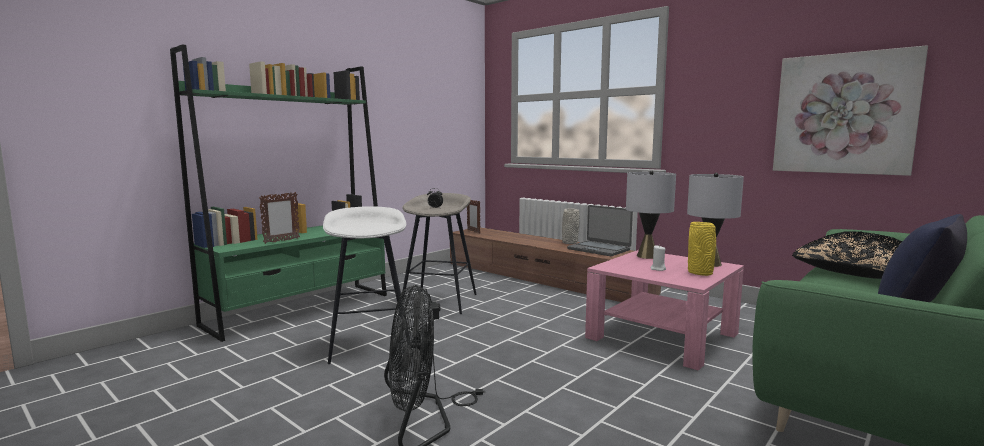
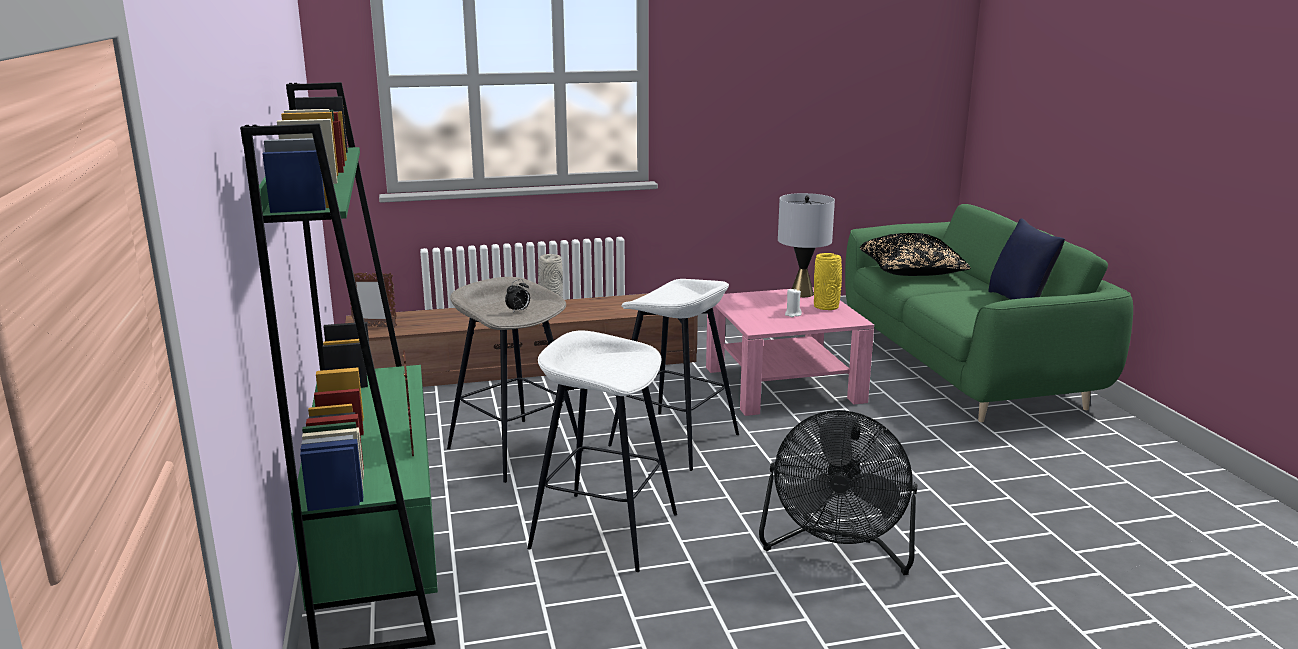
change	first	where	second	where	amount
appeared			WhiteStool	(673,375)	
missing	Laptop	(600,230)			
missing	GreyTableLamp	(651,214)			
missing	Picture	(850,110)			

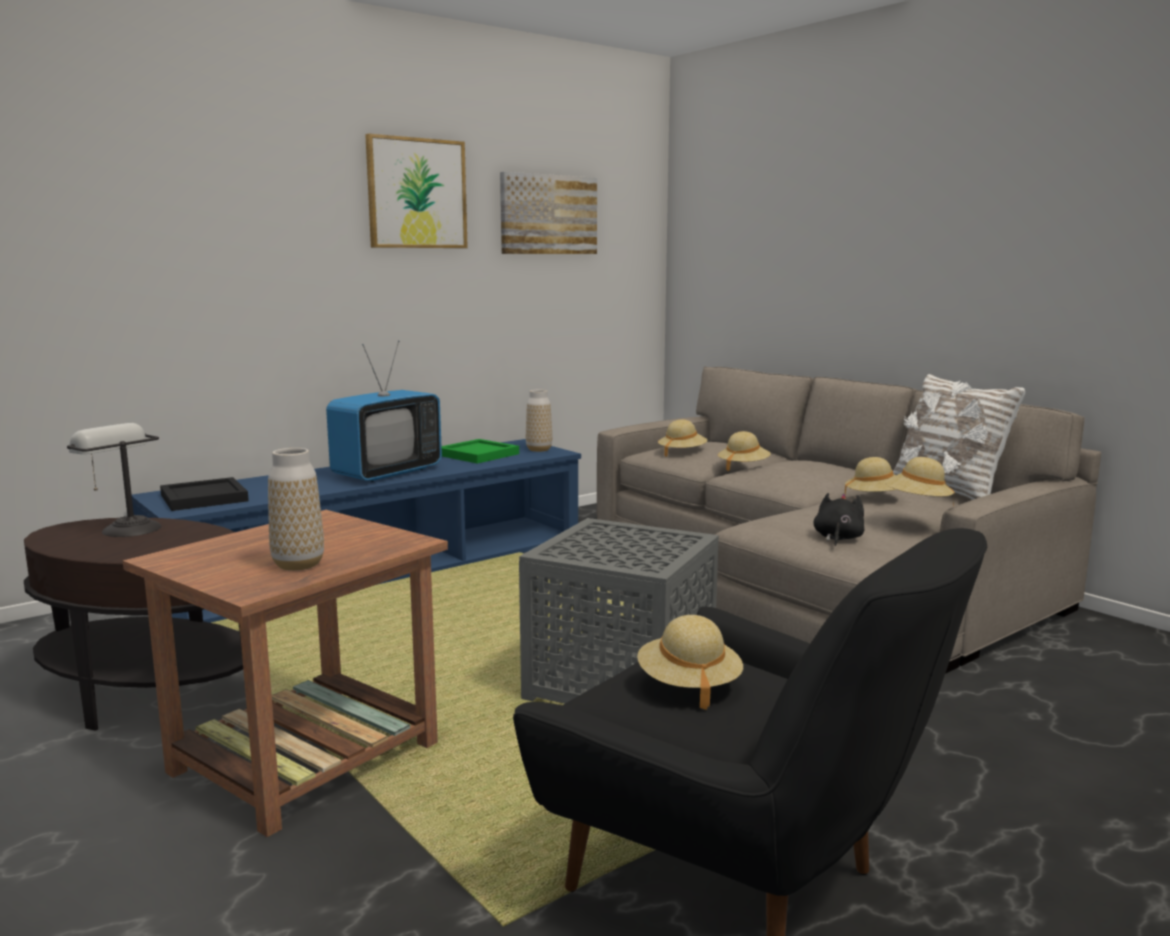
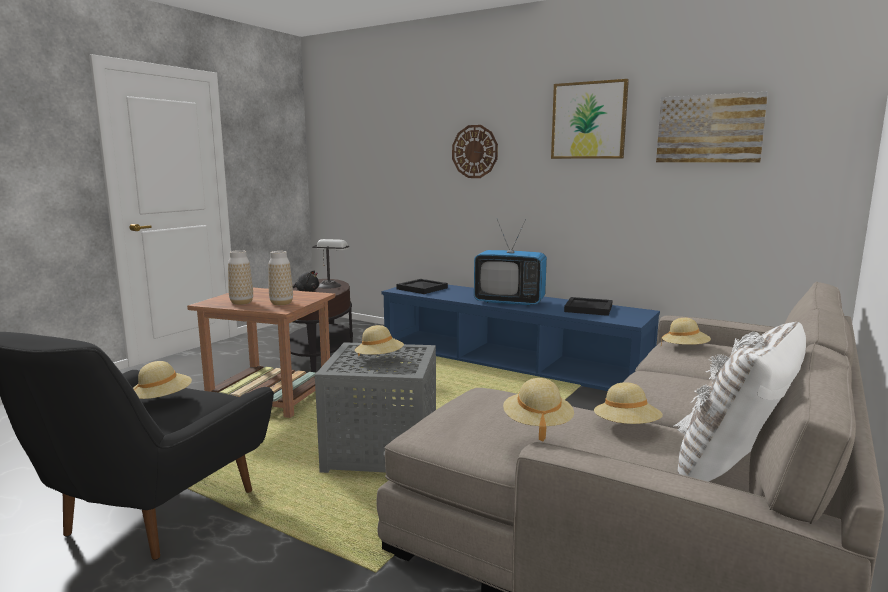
change	first	where	second	where	amount
relocated	Vase	(539,421)		(280,278)	
relocated	BlackPlushToy	(838,519)		(306,281)	
relocated	BeigeHat	(744,451)		(379,340)	
appeared			WallClock	(475,151)	
colour	GreenTray	(480,451)	BlackTray	(588,306)	

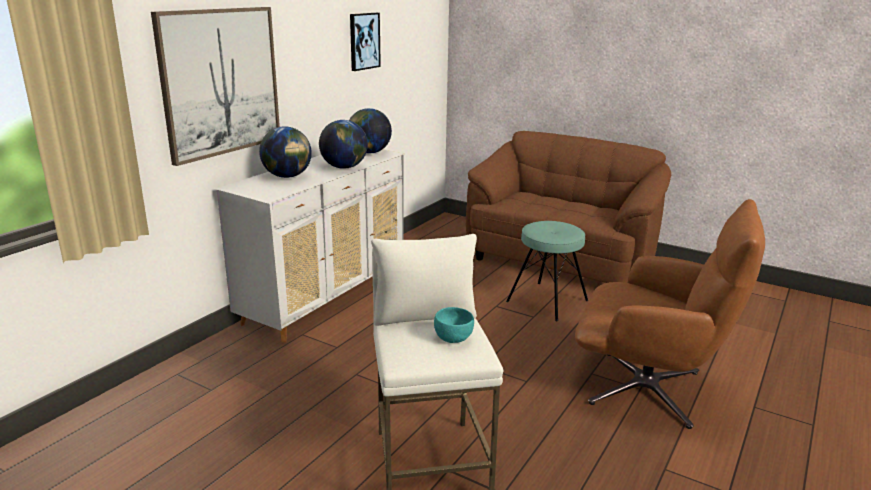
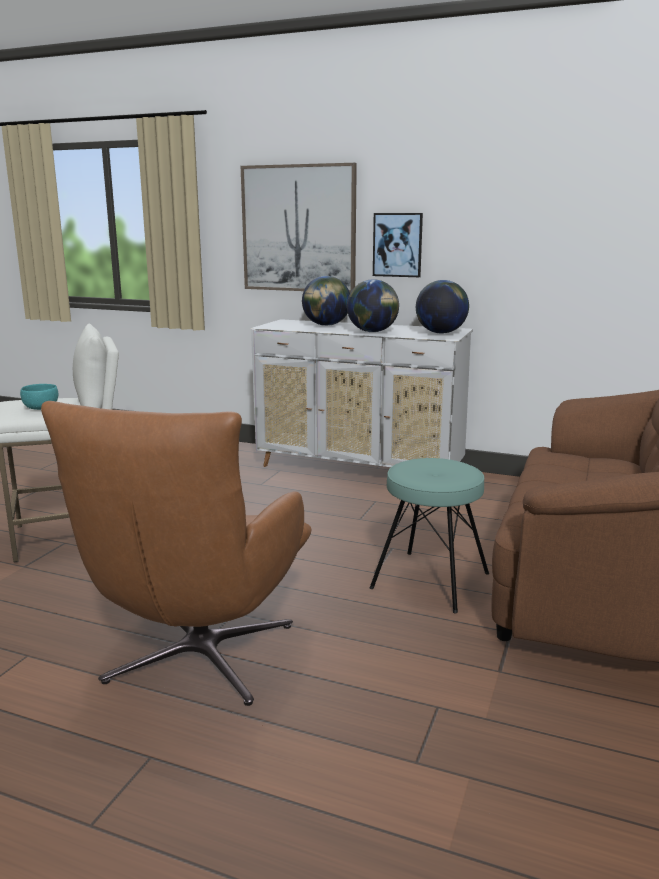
change	first	where	second	where	amount
relocated	Picture	(365,42)		(398,245)	

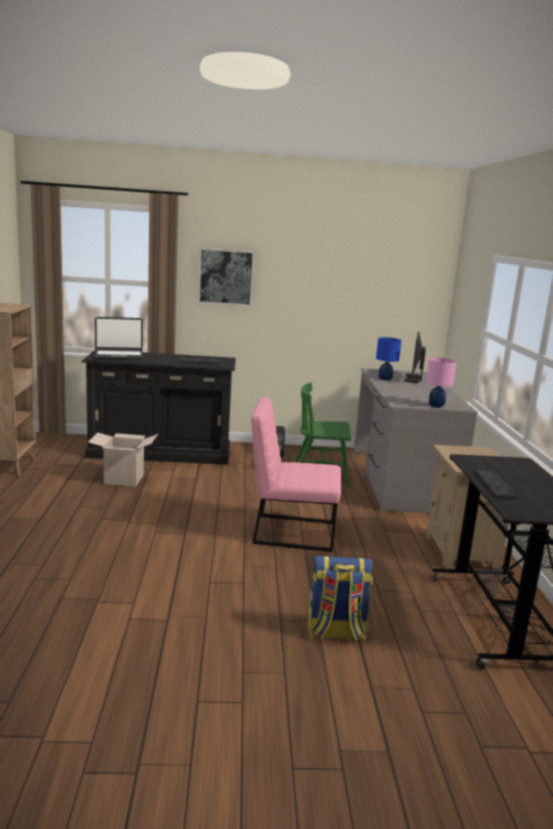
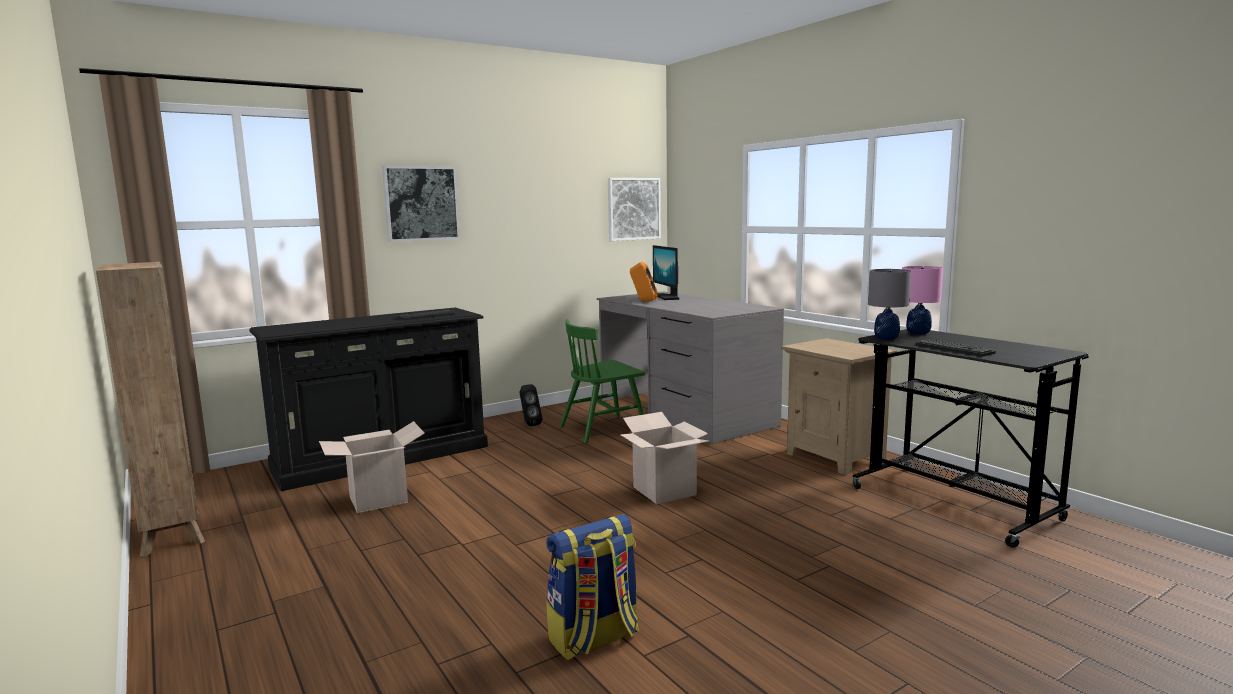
change	first	where	second	where	amount
relocated	Backpack	(340,598)		(592,587)	
appeared			Picture	(634,209)	
exchanged	PinkChair	(296,474)	CardboardBox	(664,458)	
exchanged	BlueTableLamp	(389,358)	OrangeSpeaker	(644,282)	
appeared			GreyTableLamp	(889,304)	
relocated	PinkTableLamp	(441,382)		(922,300)	
missing	Laptop	(119,338)			

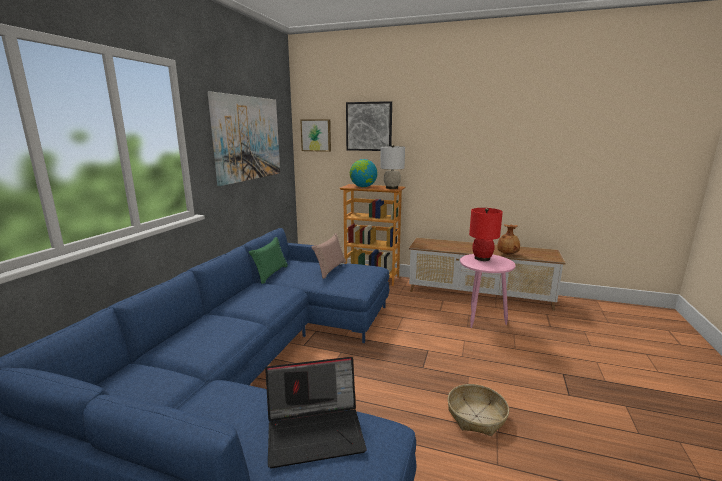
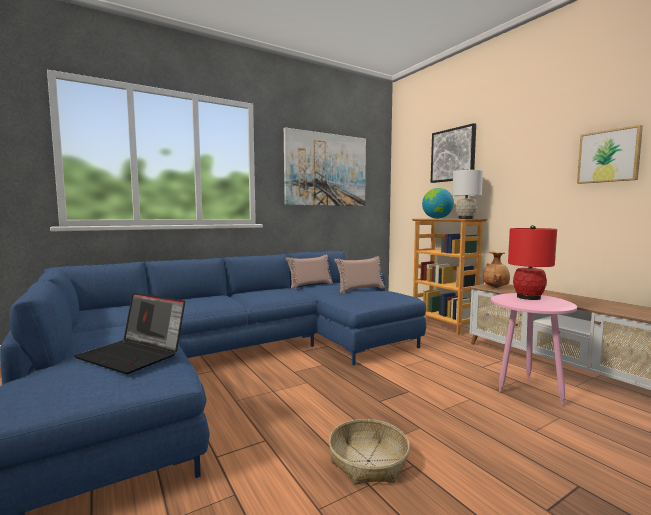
change	first	where	second	where	amount
colour	GreenPillow	(268,260)	BeigePillow	(309,272)	
relocated	BrownVase	(508,239)		(496,269)	
relocated	Picture	(315,135)		(610,154)	

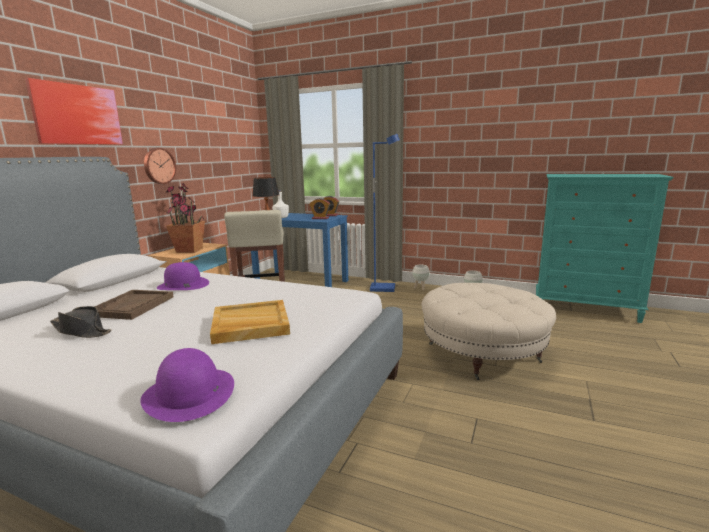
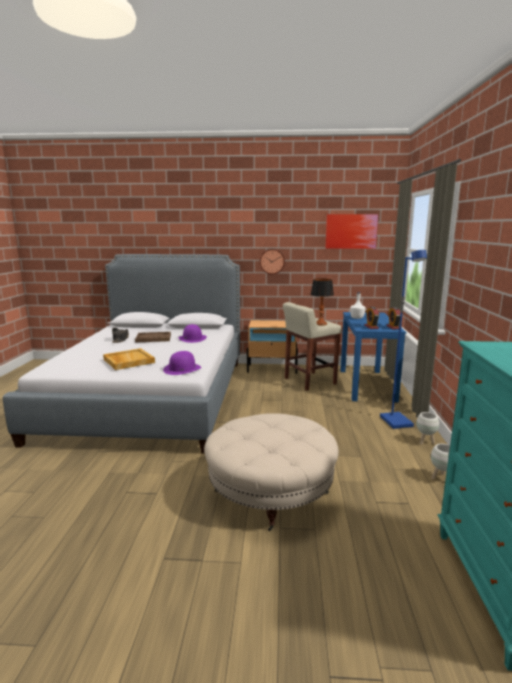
change	first	where	second	where	amount
relocated	PurpleHat	(187,385)		(182,363)	
relocated	Picture	(74,111)		(351,231)	
missing	PottedPlant	(185,218)			

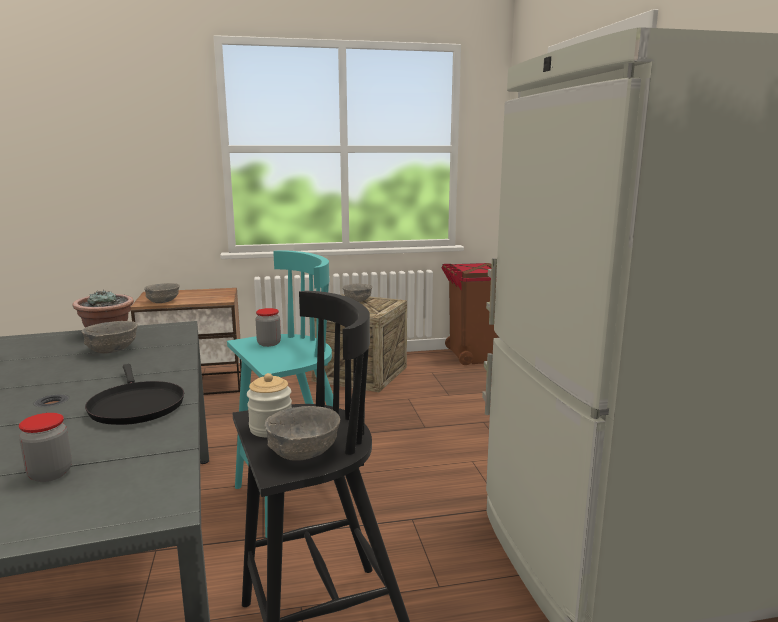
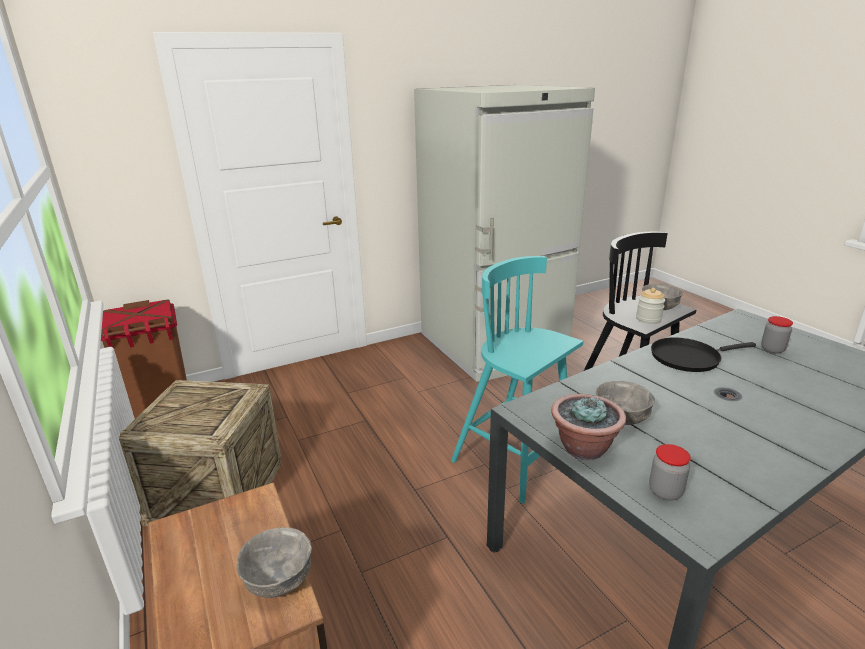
change	first	where	second	where	amount
relocated	Jar	(268,327)		(670,472)	
spun	BlackFryingPan	(134,394)		(703,355)	150 degrees counterclockwise
missing	GreyBowl	(357,293)			

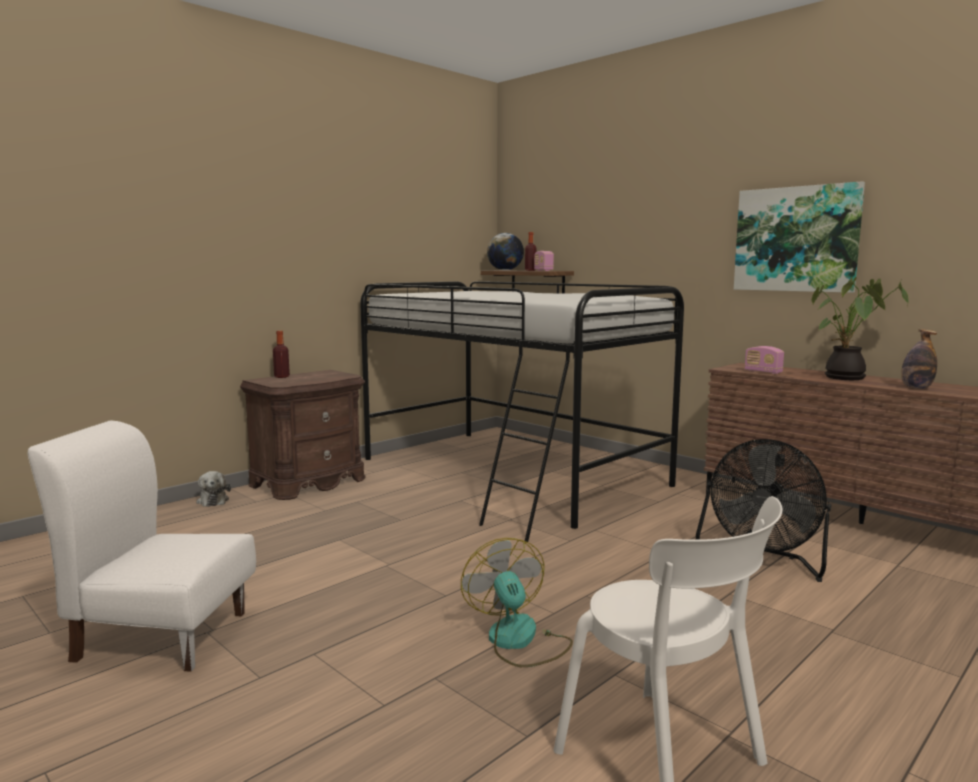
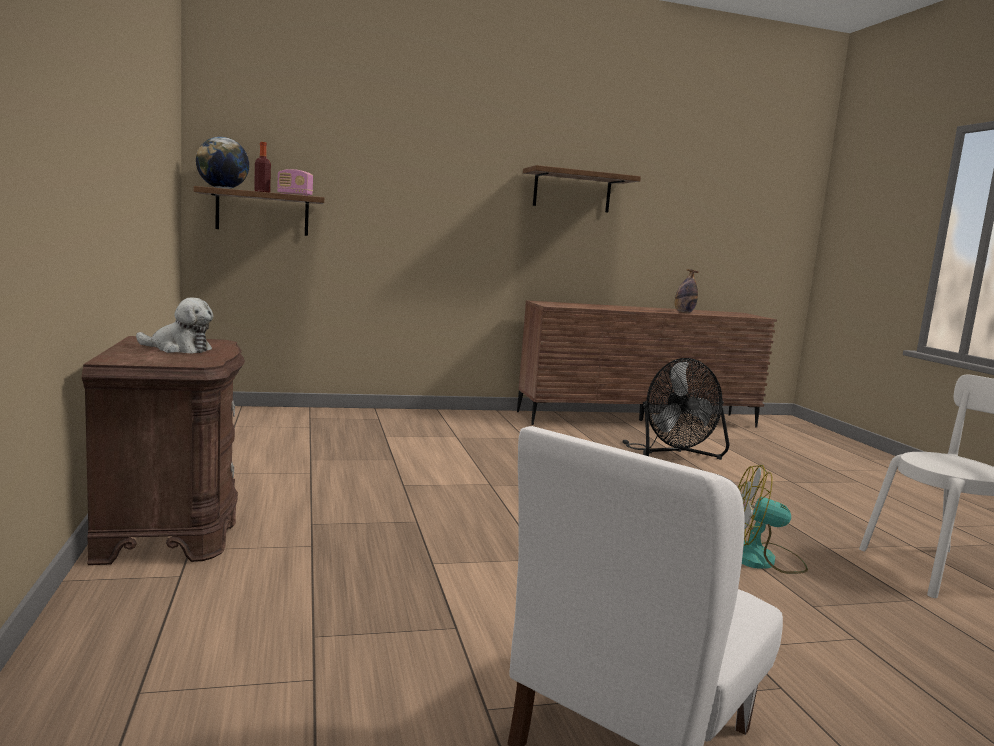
change	first	where	second	where	amount
relocated	PlushToy	(213,489)		(174,325)	
exchanged	Picture	(799,237)	Shelf	(582,189)	
missing	Bottle	(281,354)			
missing	BlackBed	(522,412)			
missing	Radio	(764,360)			
missing	PottedPlant	(860,328)			

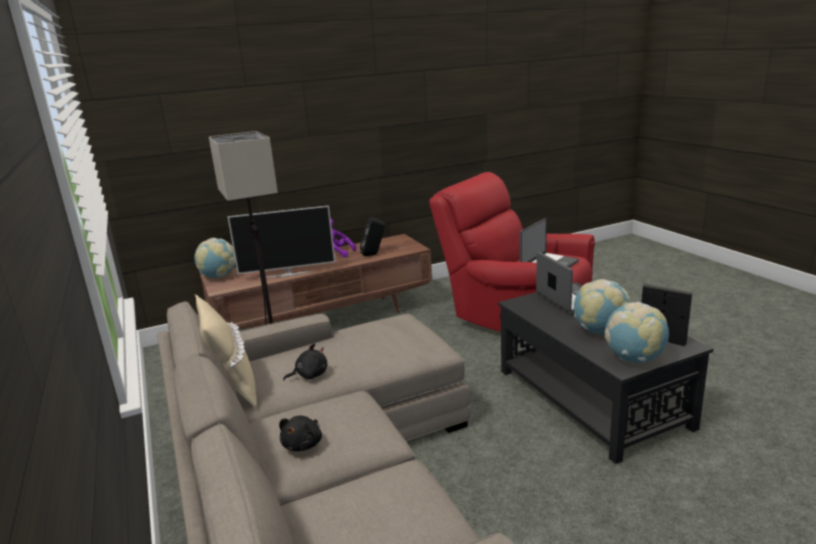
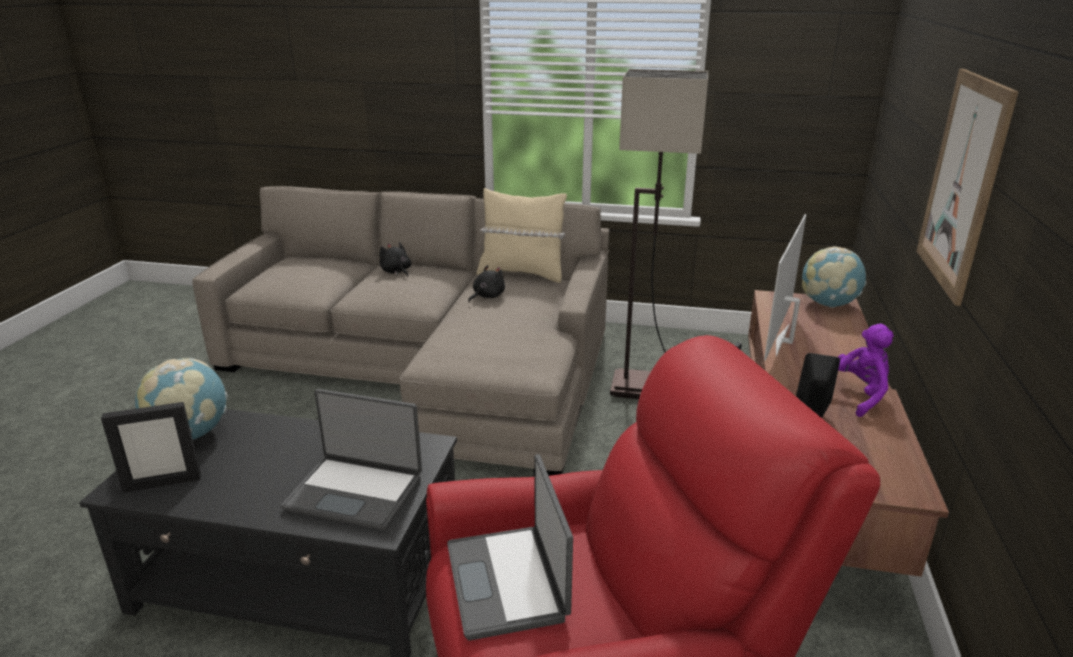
change	first	where	second	where	amount
spun	BlackPlushToy	(305,361)		(486,283)	150 degrees counterclockwise
appeared			Picture	(967,187)	
missing	Globe	(602,306)			

